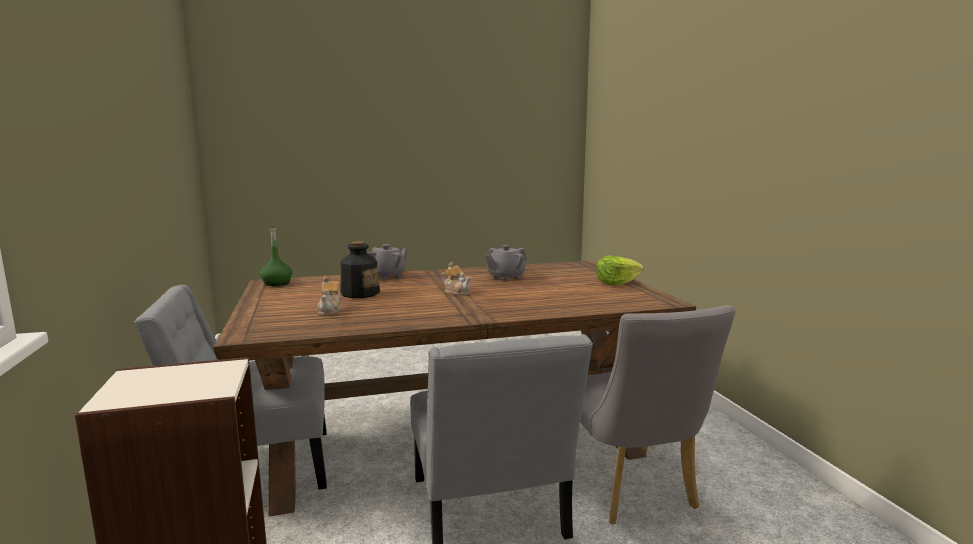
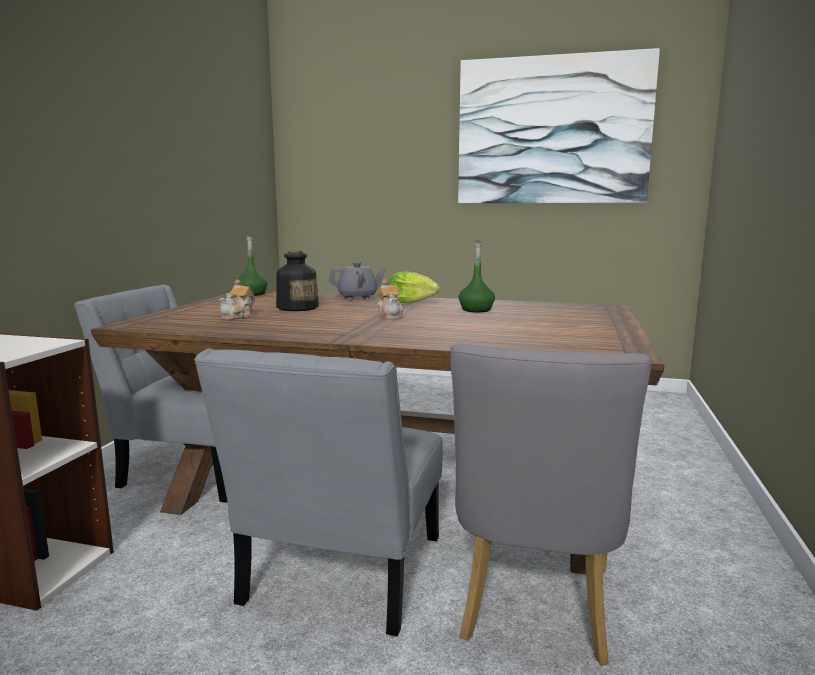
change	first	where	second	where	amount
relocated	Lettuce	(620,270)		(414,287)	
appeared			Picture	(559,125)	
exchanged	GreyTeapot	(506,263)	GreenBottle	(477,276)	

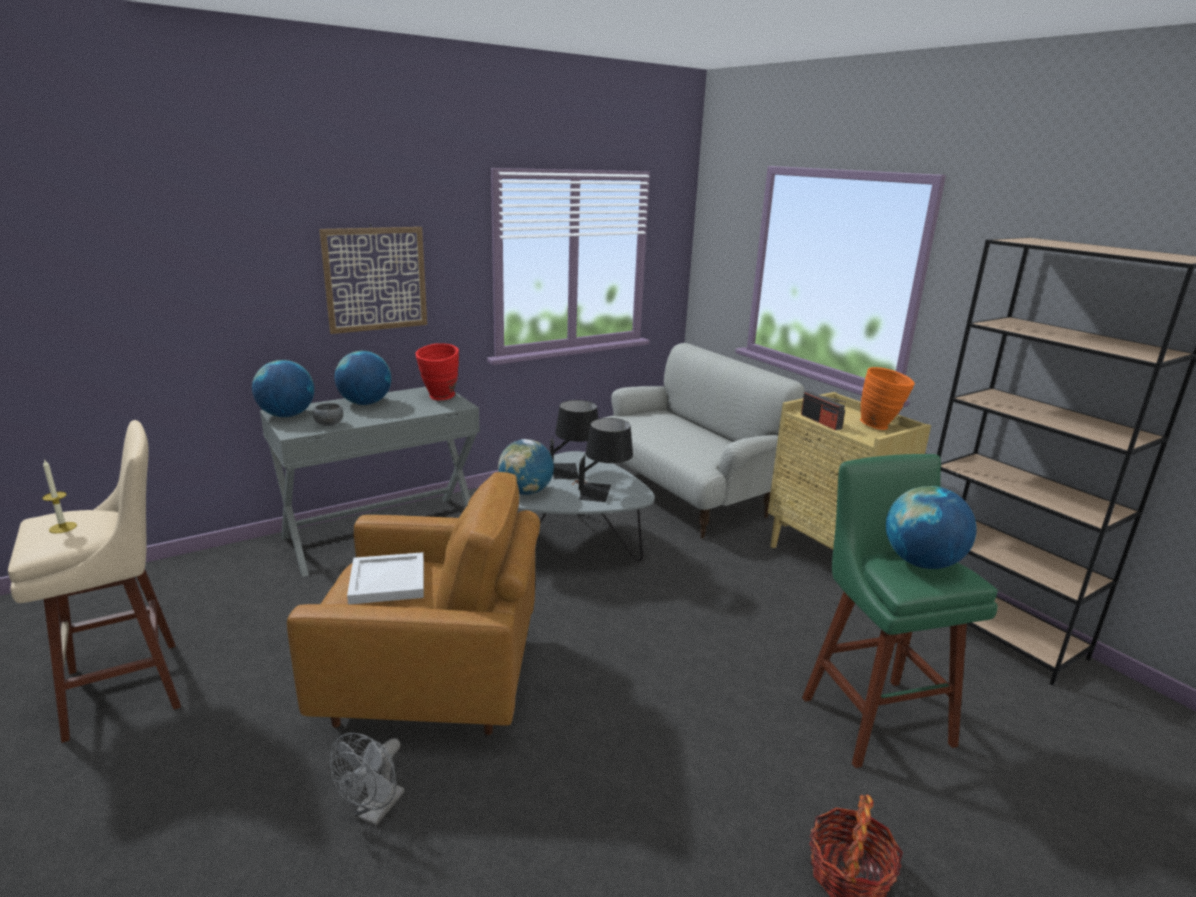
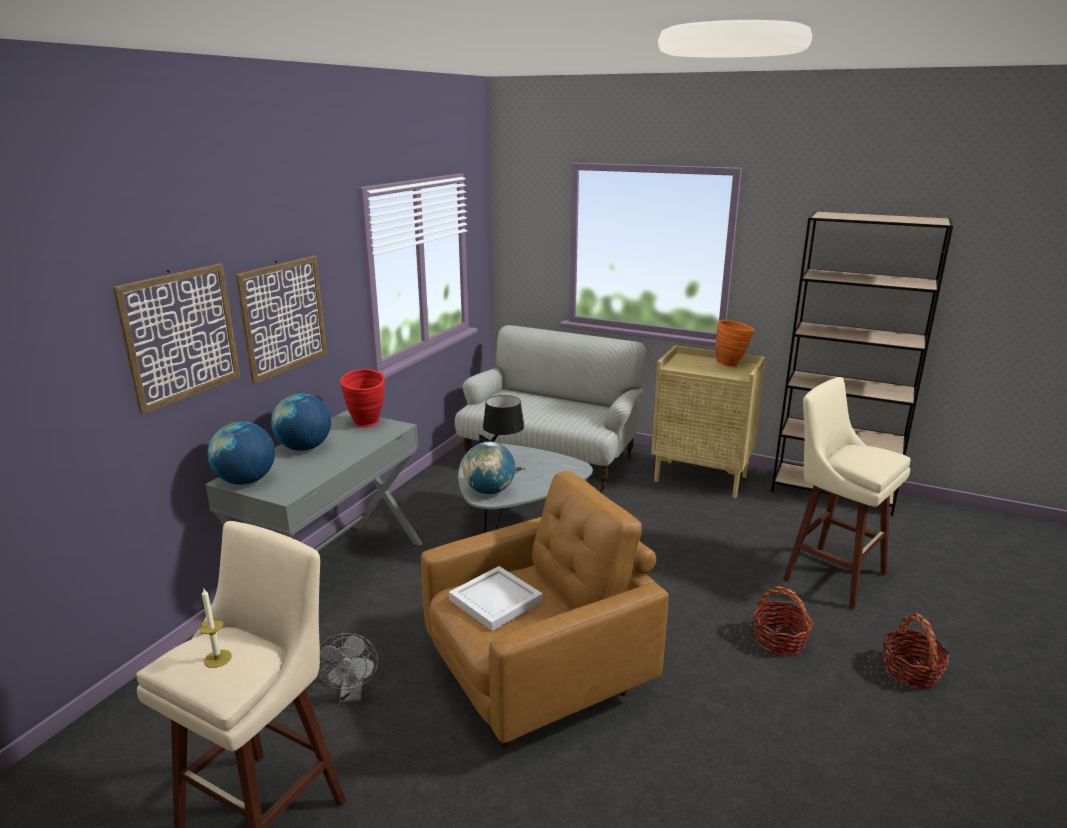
change	first	where	second	where	amount
appeared			Picture	(176,339)	
relocated	GreyFan	(367,779)		(348,668)	
appeared			Basket	(783,620)	
colour	GreenStool	(900,611)	BeigeStool	(847,493)	
missing	GreyBowl	(328,414)			
missing	BlackTableLamp	(606,460)			
missing	Radio	(823,410)			
missing	Globe	(931,527)			

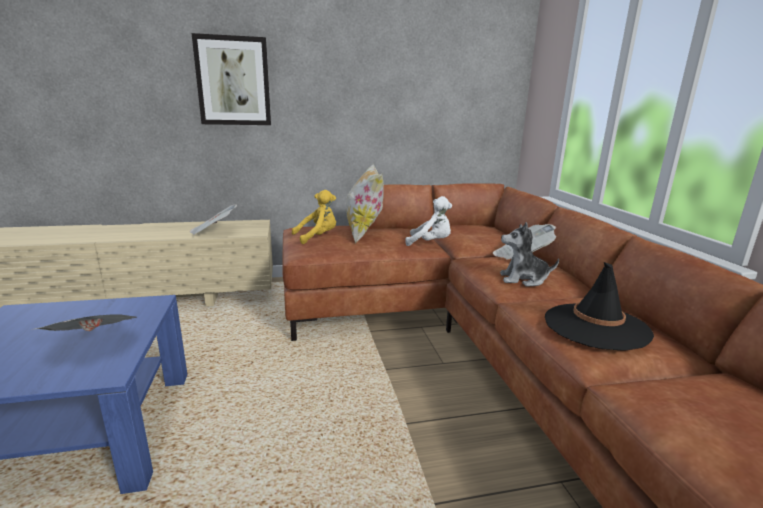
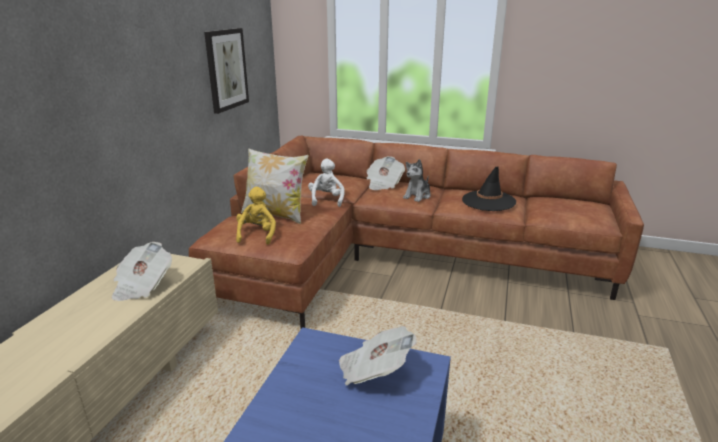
change	first	where	second	where	amount
relocated	Picture	(231,79)		(226,71)	
spun	WhitePlushToy	(428,221)		(326,182)	45 degrees counterclockwise

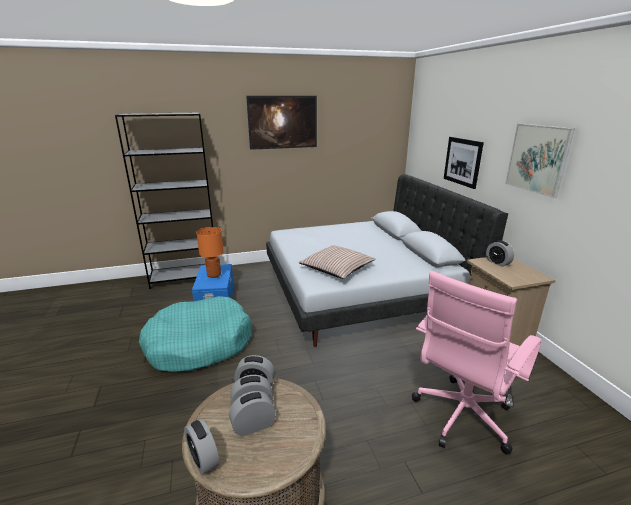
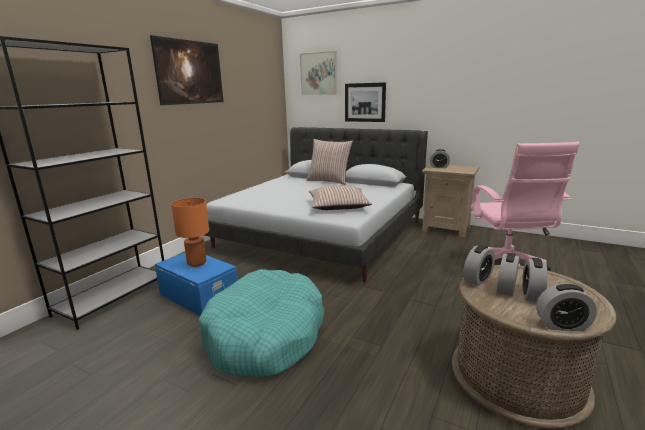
change	first	where	second	where	amount
relocated	Picture	(540,161)		(318,73)	
appeared			Pillow	(330,162)	

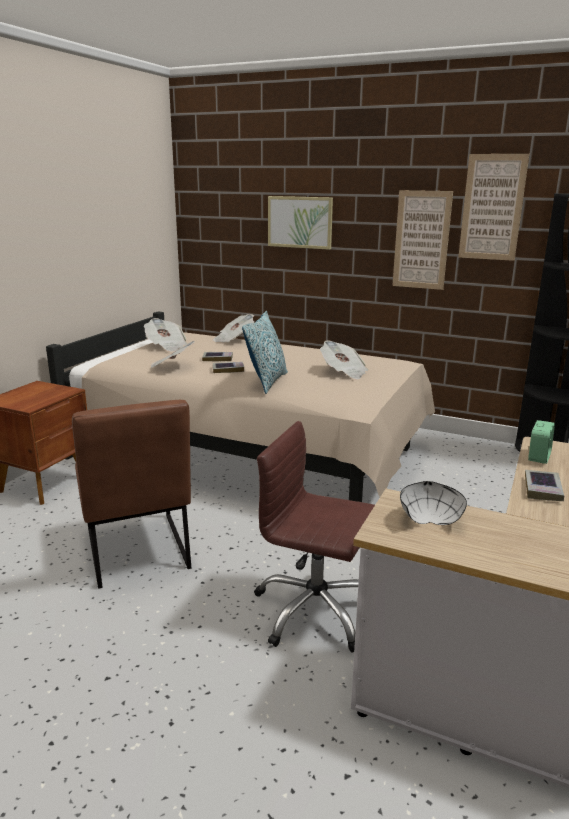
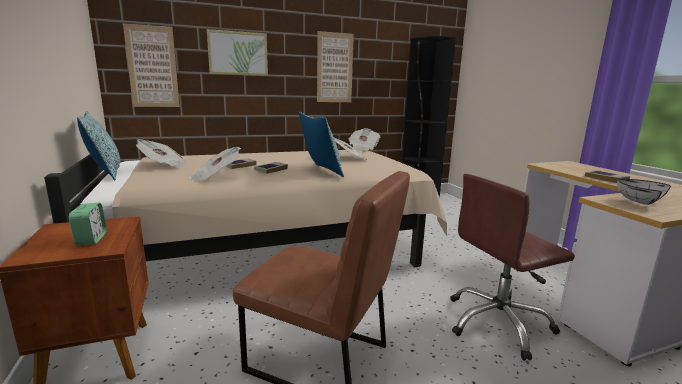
change	first	where	second	where	amount
relocated	AlarmClock	(541,442)		(88,224)	
appeared			Pillow	(98,146)	
relocated	Picture	(493,207)		(151,65)	
relocated	Newspaper	(233,328)		(364,139)	

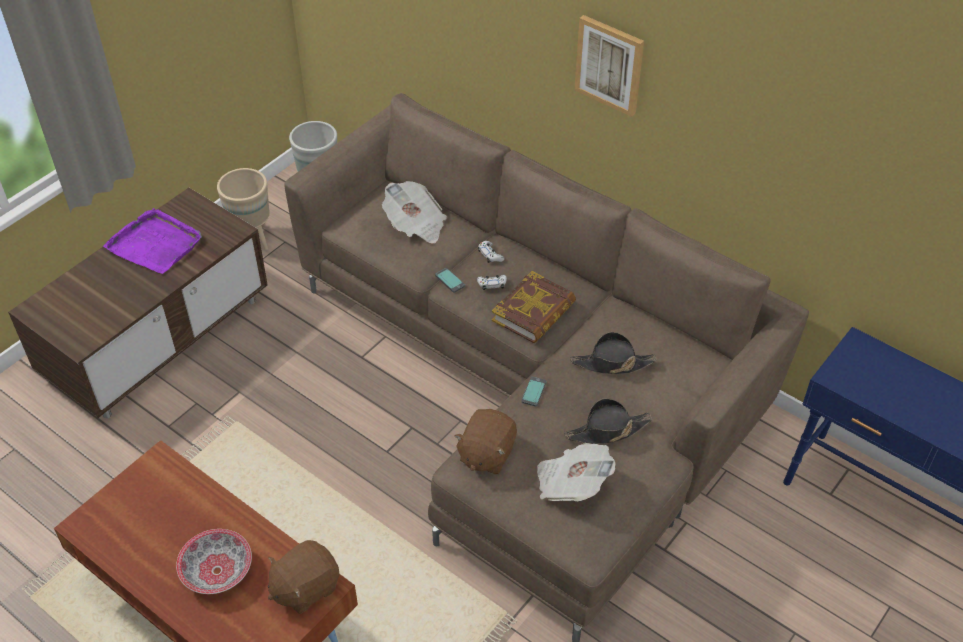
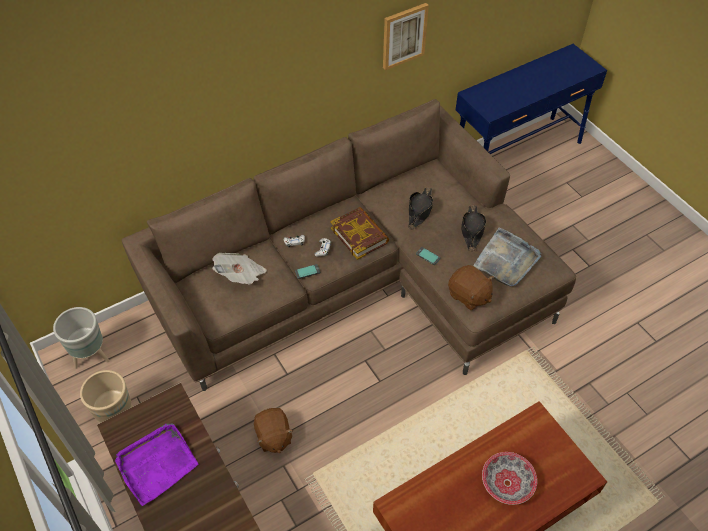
change	first	where	second	where	amount
relocated	BrownPlushToy	(303,577)		(273,430)	
relocated	Picture	(609,66)		(406,36)	
exchanged	Newspaper	(576,472)	GreyTray	(507,257)	

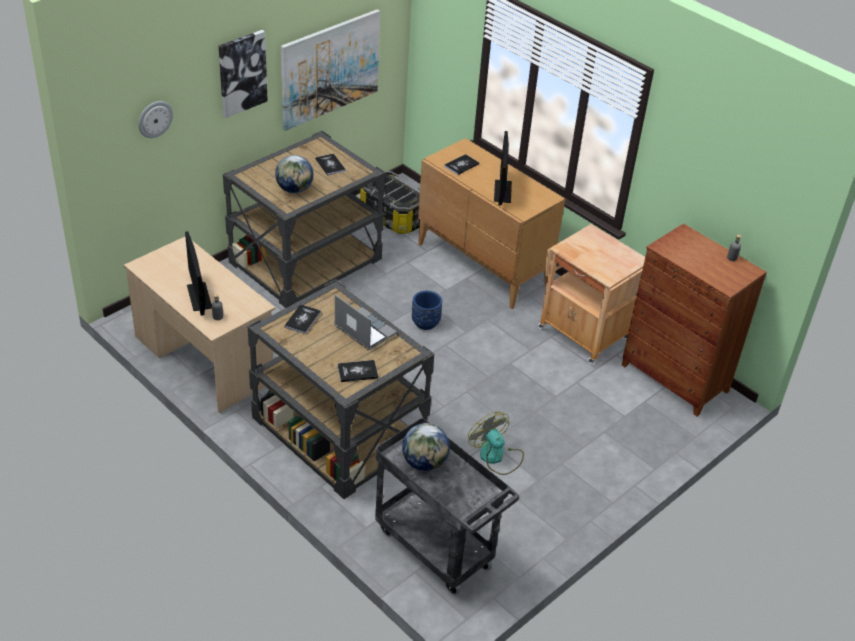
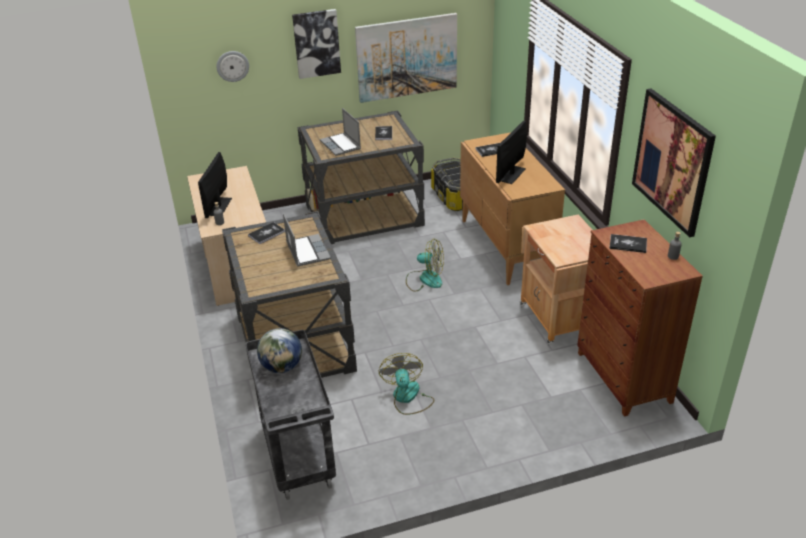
change	first	where	second	where	amount
exchanged	Globe	(294,174)	Laptop	(340,132)	
exchanged	BluePlanter	(427,310)	Fan	(425,265)	
relocated	Book	(358,371)		(628,243)	
appeared			Picture	(674,162)	

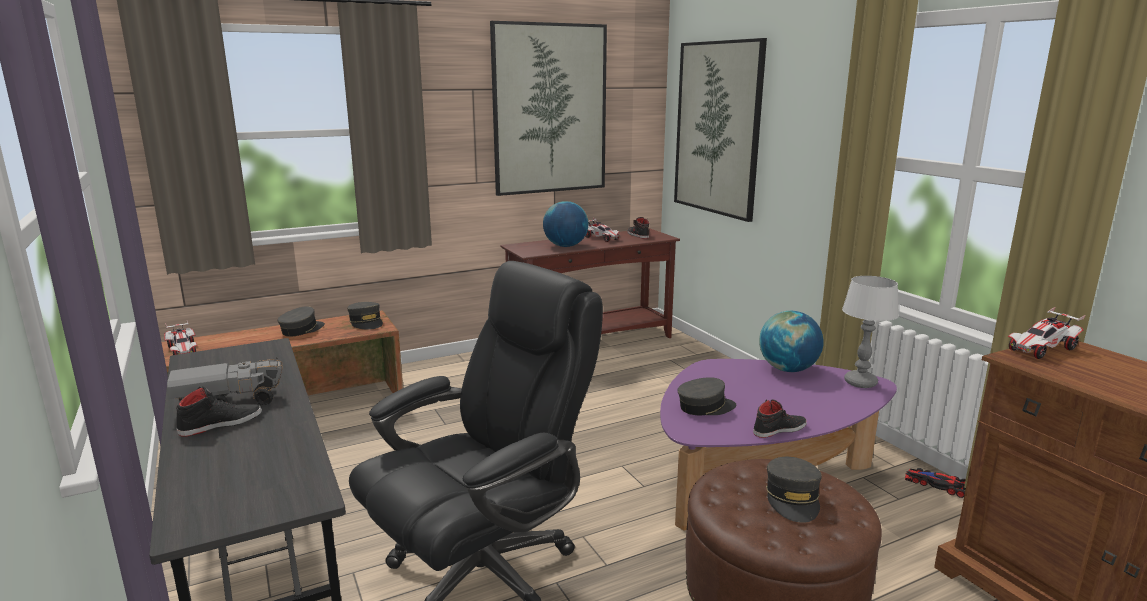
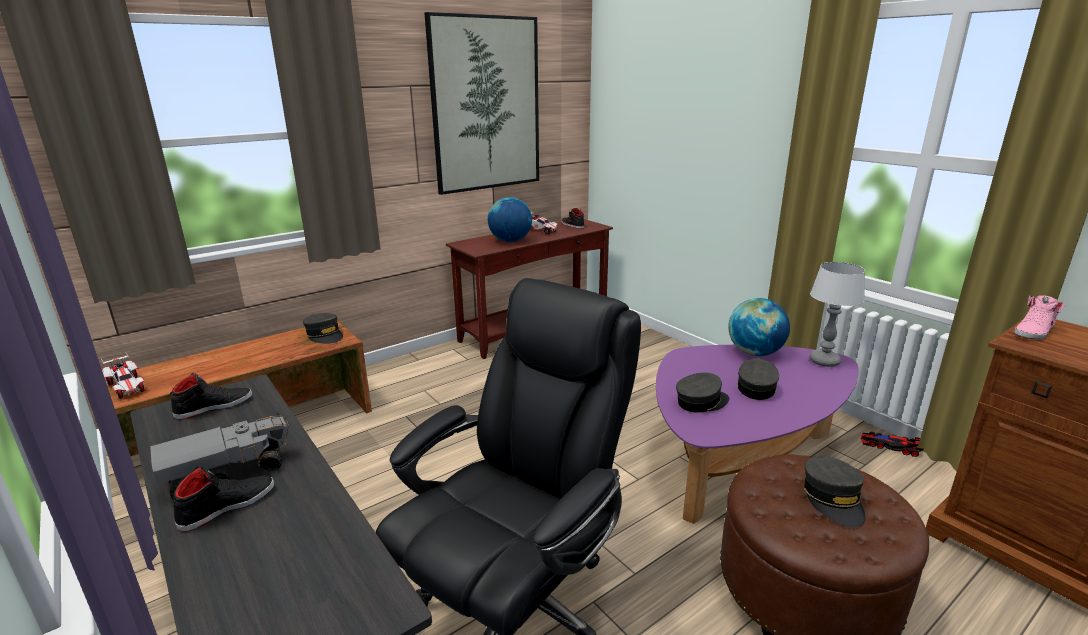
change	first	where	second	where	amount
relocated	BlackShoe	(780,418)		(211,396)	
relocated	GreyCap	(301,321)		(758,379)	
exchanged	ToyCar	(1046,333)	PinkShoe	(1040,317)	
missing	Picture	(720,130)			

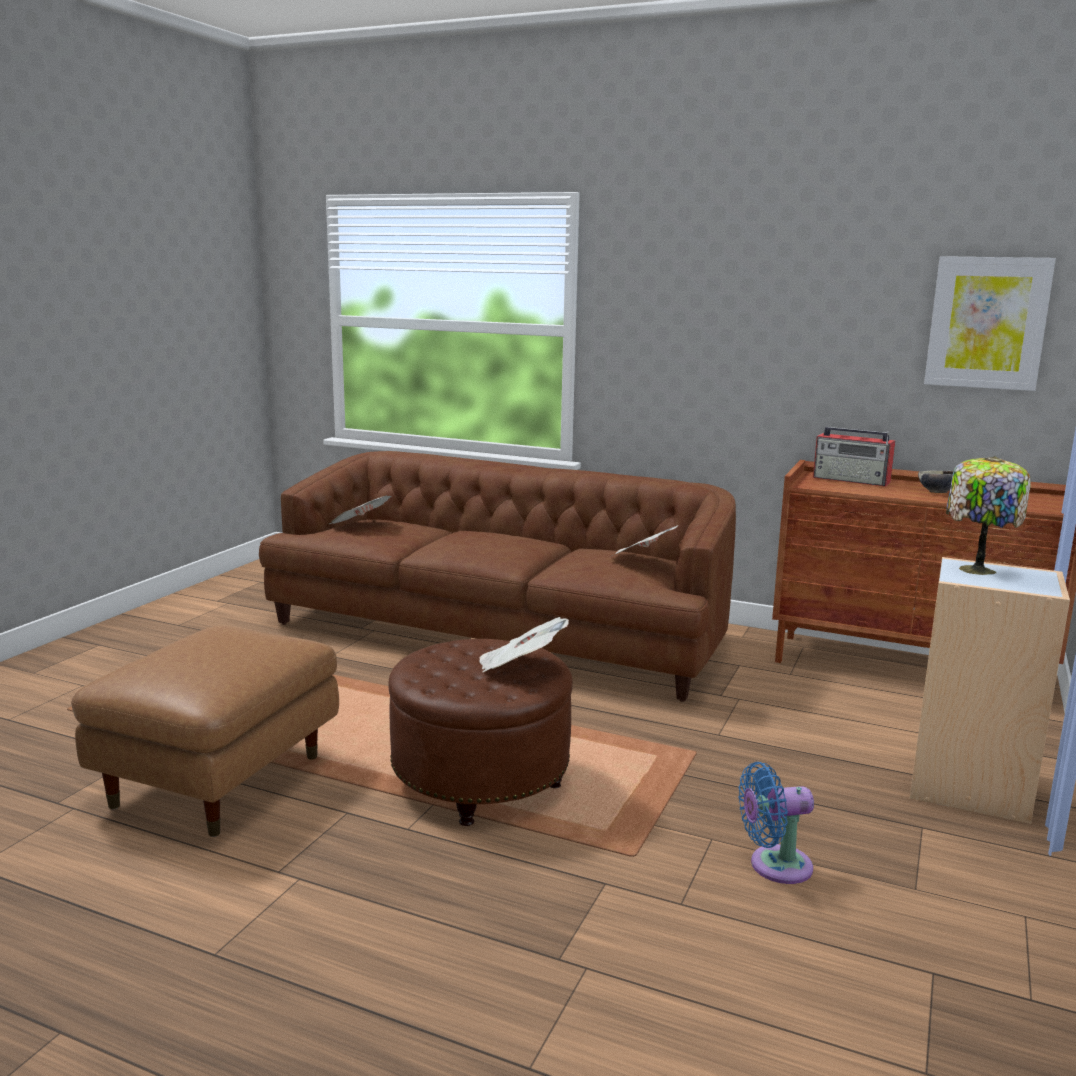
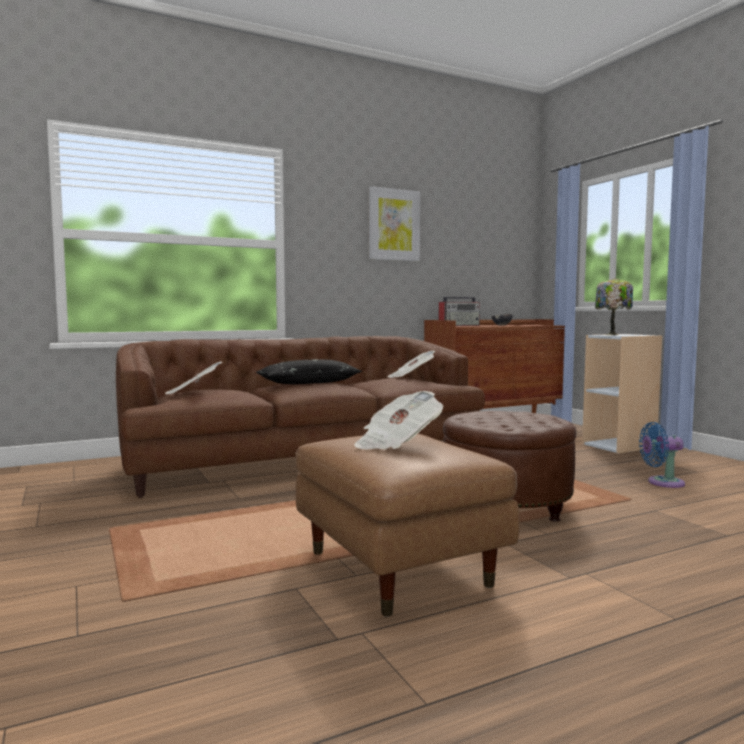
change	first	where	second	where	amount
appeared			BlackPillow	(309,371)	
relocated	Newspaper	(524,644)		(398,420)	
relocated	Picture	(990,323)		(394,223)	
spun	BlueFan	(776,823)		(662,455)	60 degrees clockwise

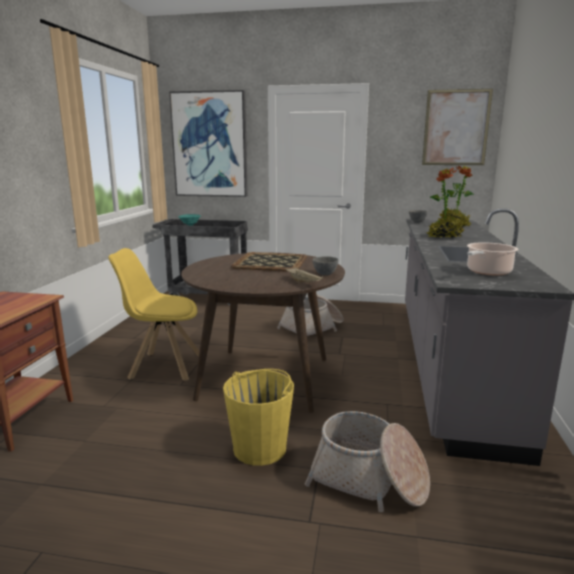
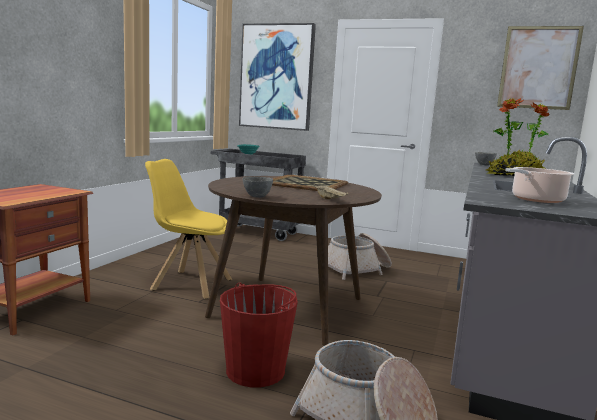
change	first	where	second	where	amount
colour	YellowBucket	(258,417)	RedBucket	(259,334)	
relocated	GreyBowl	(325,265)		(257,187)	

